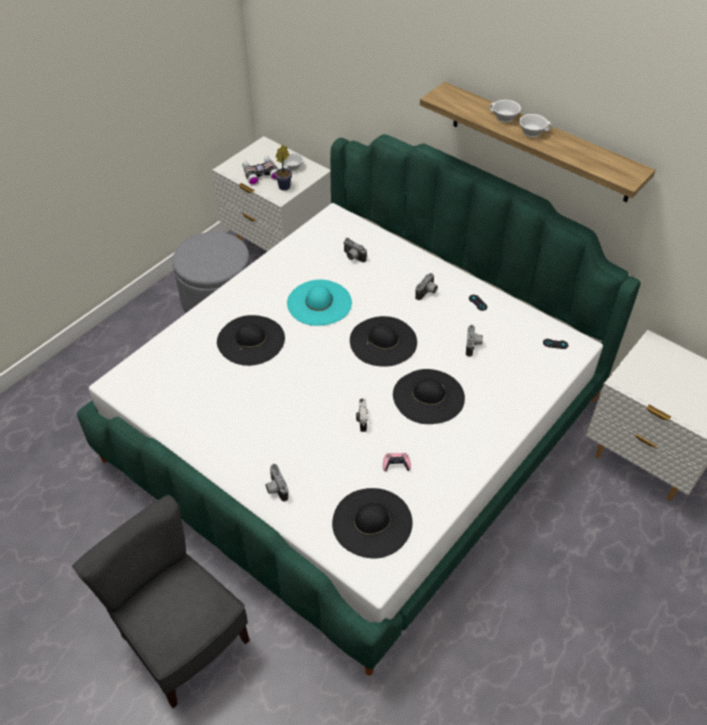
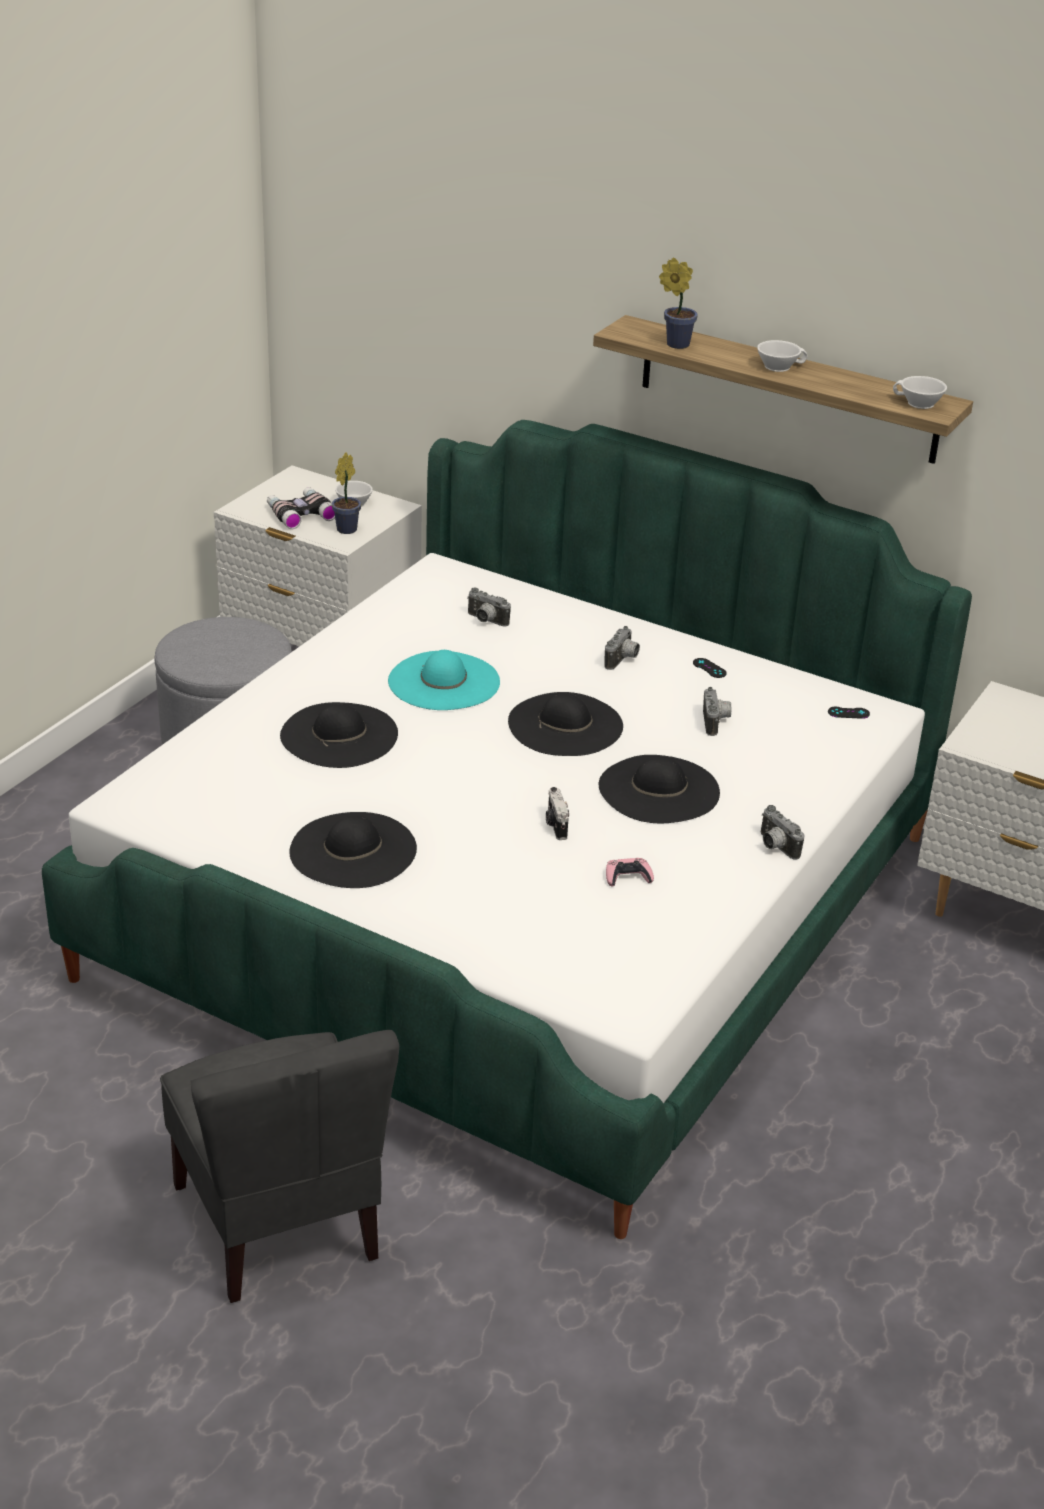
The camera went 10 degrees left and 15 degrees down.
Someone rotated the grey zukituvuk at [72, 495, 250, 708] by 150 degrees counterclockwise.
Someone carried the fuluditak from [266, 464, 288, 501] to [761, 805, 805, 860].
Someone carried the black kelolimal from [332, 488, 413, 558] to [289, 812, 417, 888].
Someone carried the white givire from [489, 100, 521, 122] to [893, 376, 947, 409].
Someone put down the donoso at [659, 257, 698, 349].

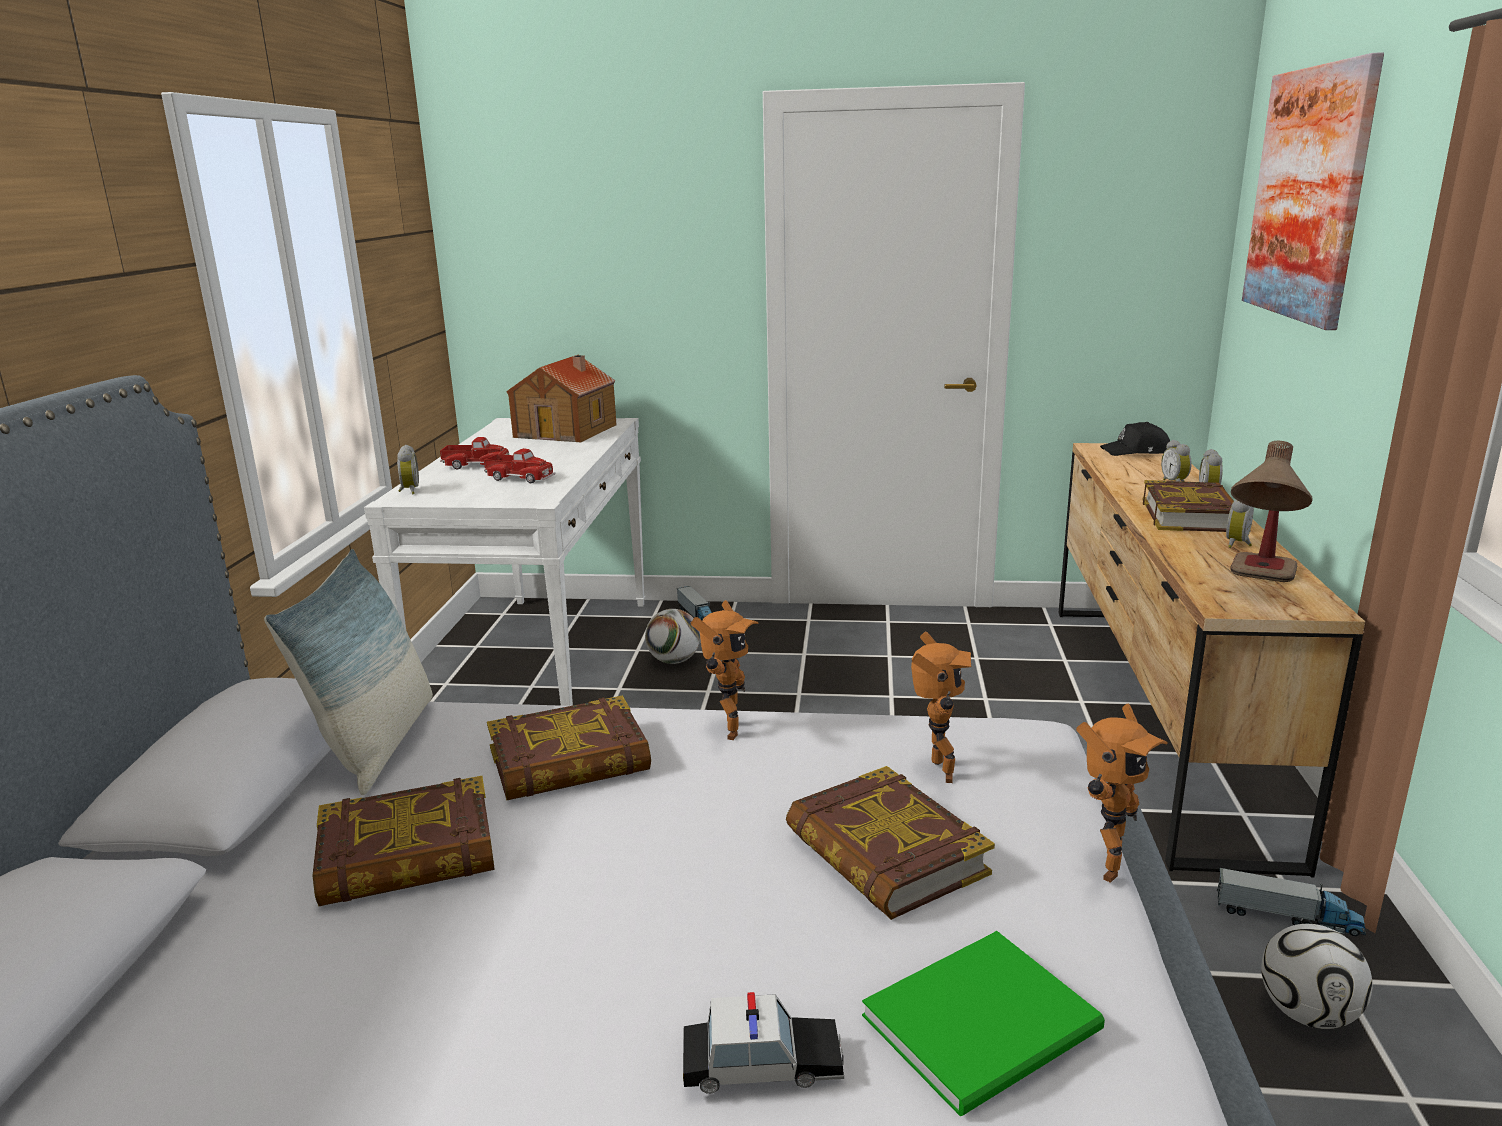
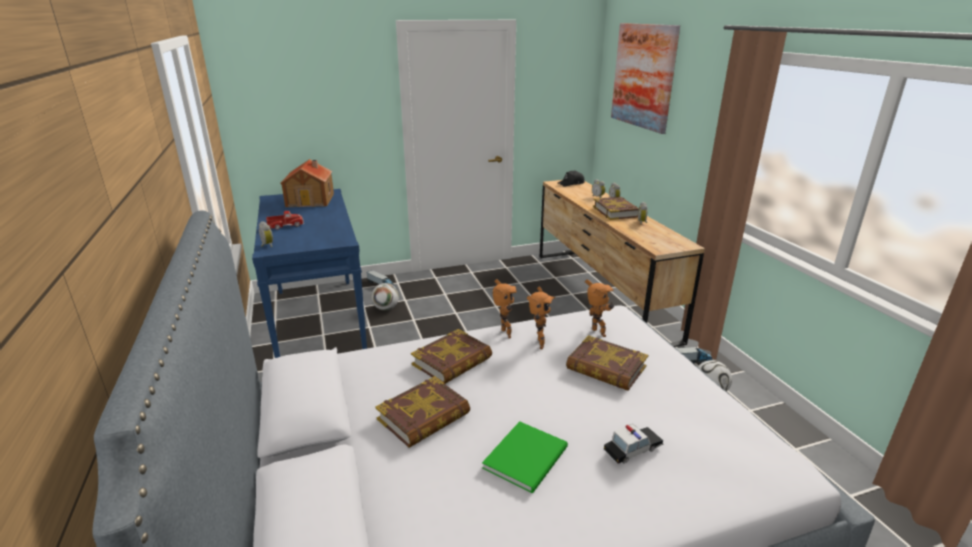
The camera went 25 degrees left and 5 degrees up.
Someone took away the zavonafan at [264, 549, 433, 795].
Someone repainted the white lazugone at [364, 418, 645, 706], which became the blue lazugone at [252, 189, 367, 358].
Someone took away the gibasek at [484, 448, 556, 483].
Someone carried the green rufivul from [862, 931, 1105, 1116] to [482, 421, 568, 493].
Someone carried the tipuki from [1076, 704, 1168, 883] to [527, 287, 555, 349].
Someone took away the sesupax at [1230, 441, 1313, 582].

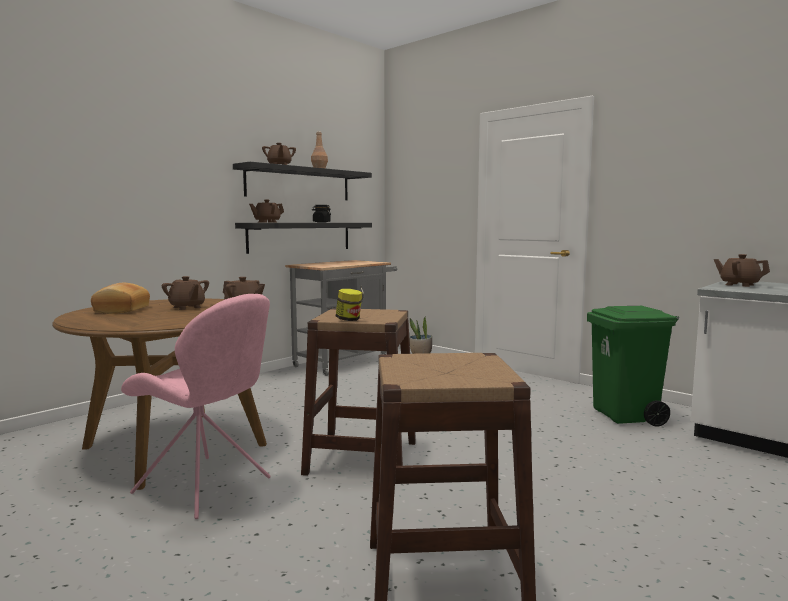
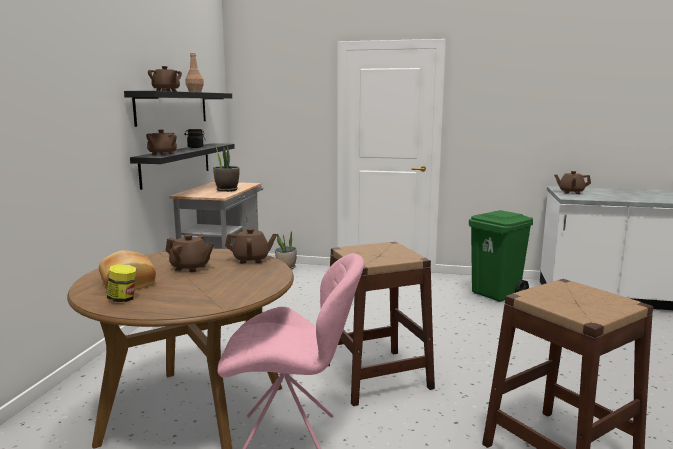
The camera went 30 degrees left and 5 degrees up.
Someone carried the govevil from [336, 289, 363, 321] to [107, 264, 136, 302].
Someone put down the donoso at [213, 142, 240, 192].

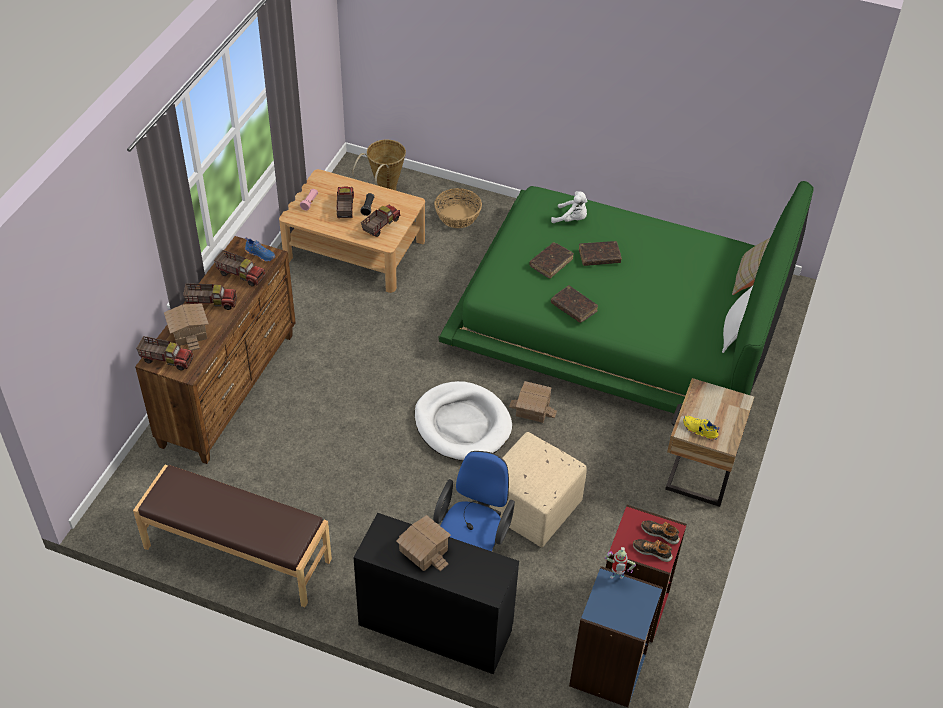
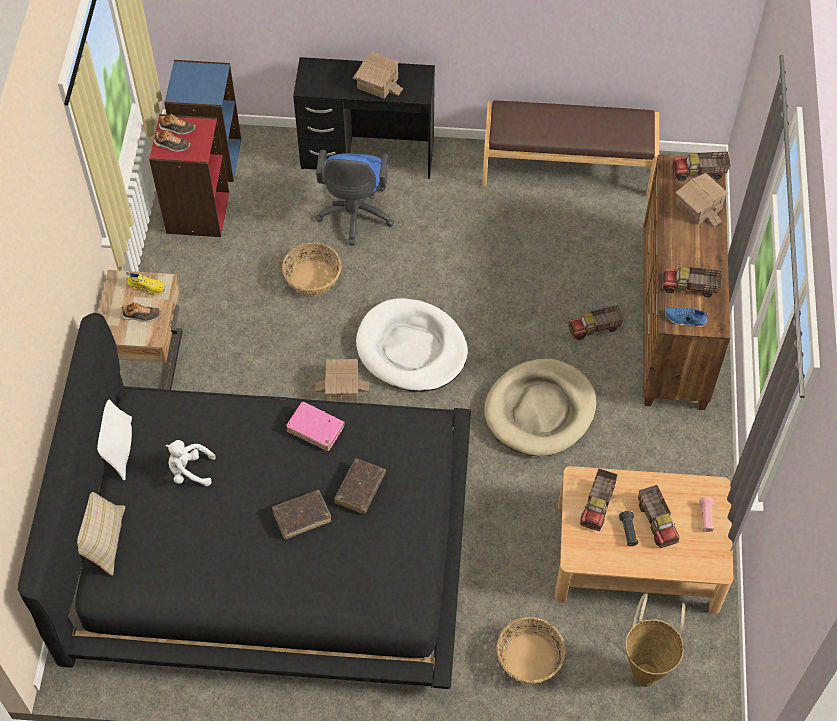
The camera went 165 degrees right and 10 degrees up.
Someone carried the gibasek from [183, 283, 237, 310] to [568, 305, 624, 340].
Someone repainted the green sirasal at [439, 181, 814, 415], which became the black sirasal at [18, 313, 471, 689].
Someone swapped the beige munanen at [490, 432, 587, 547] for the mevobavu at [282, 242, 342, 296].
Someone carried the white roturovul from [551, 191, 588, 223] to [166, 440, 216, 486].
Someone repainted the brown rufivul at [551, 285, 598, 323], which became the pink rufivul at [286, 402, 345, 451].
Someone took away the tipuki at [605, 547, 636, 579].
Someone put down the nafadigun at [121, 302, 161, 322].
Someone put down the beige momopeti at [484, 358, 596, 456].

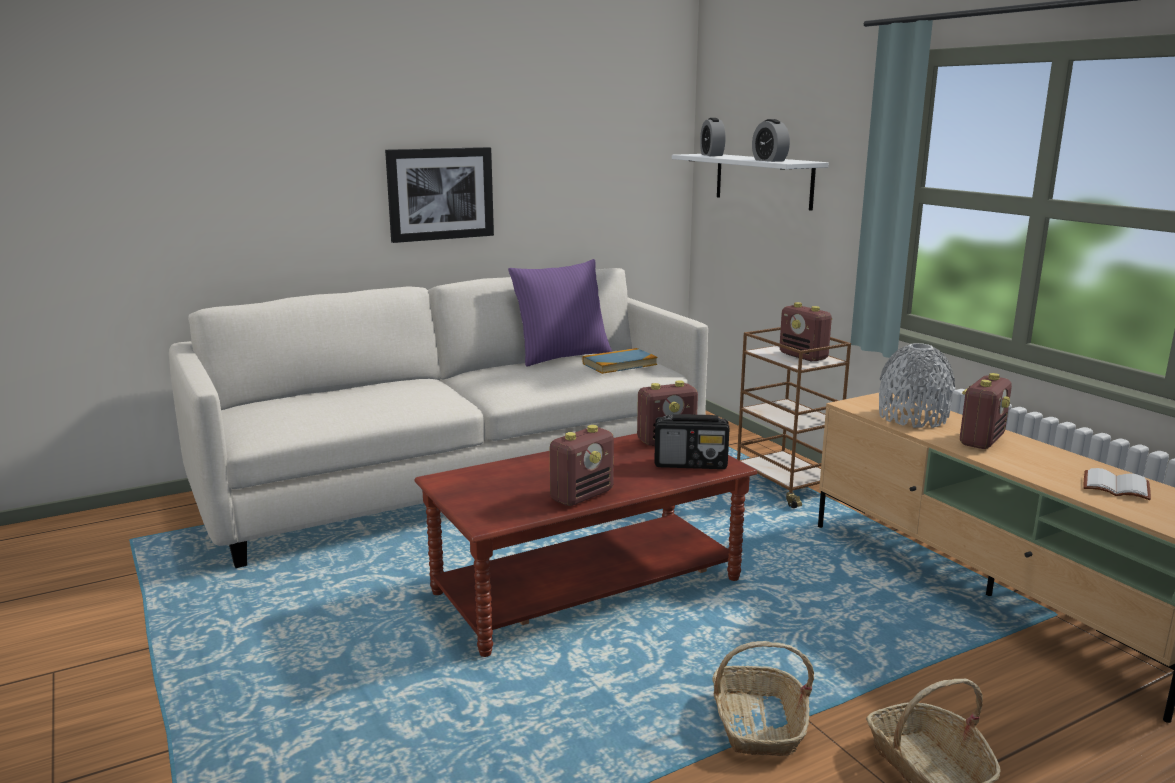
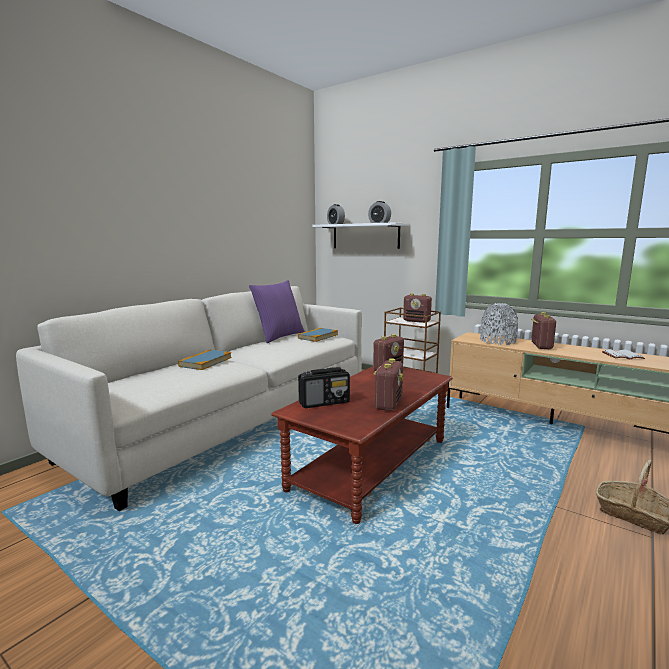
The camera went 25 degrees left and 5 degrees down.
Someone took away the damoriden at [385, 147, 494, 243].
Someone carried the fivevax from [654, 414, 729, 469] to [298, 367, 350, 408].
Someone took away the mevobavu at [712, 641, 814, 756].
Someone put down the rufivul at [178, 350, 232, 370].

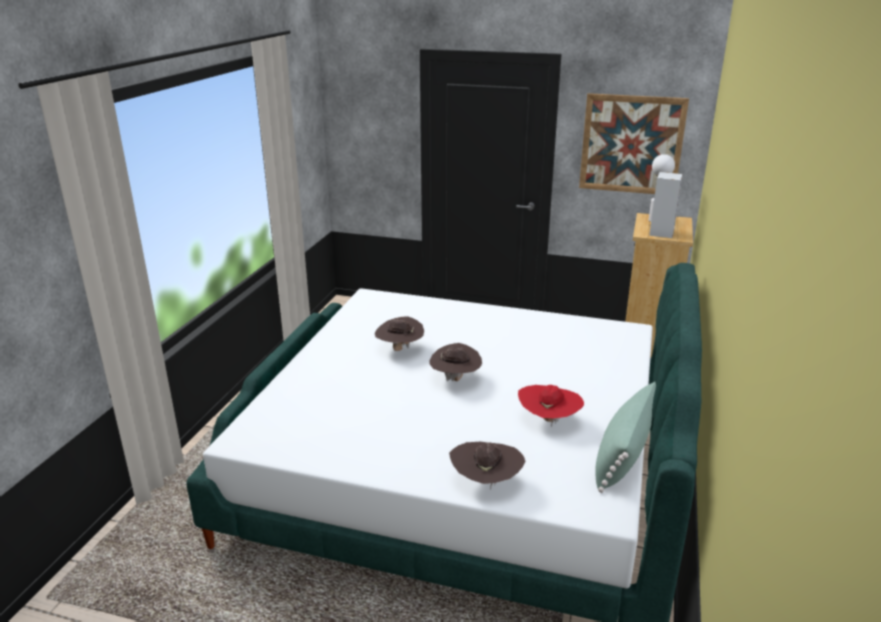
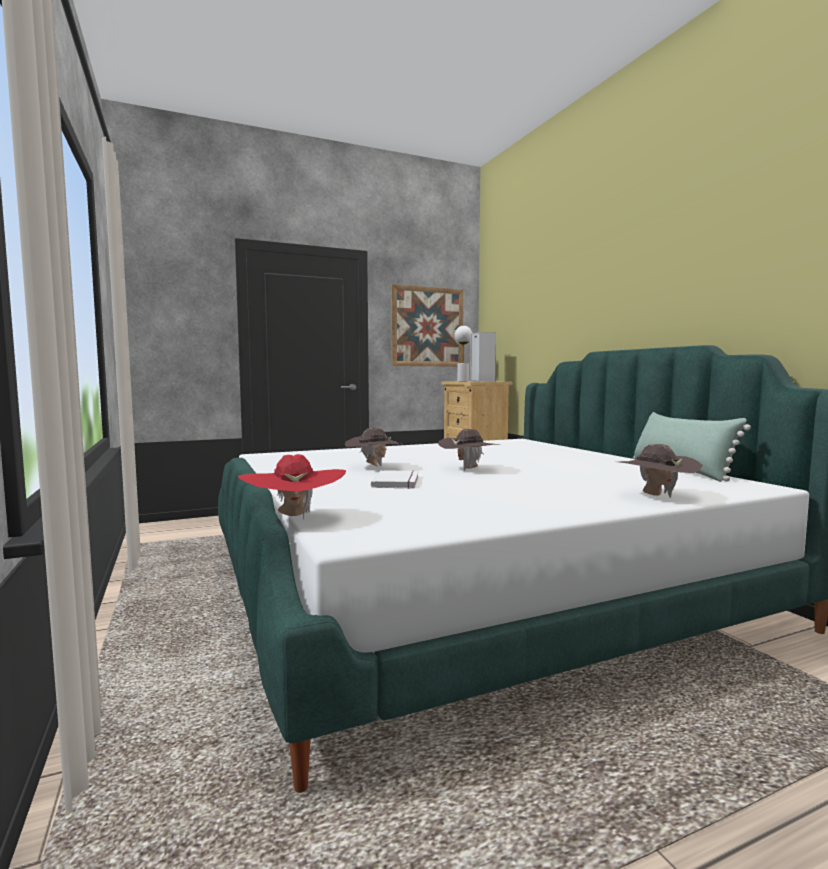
The camera went 40 degrees left and 20 degrees down.
Someone carried the red kelolimal from [518, 385, 584, 427] to [237, 454, 346, 520].
Someone put down the white rufivul at [371, 470, 419, 489].

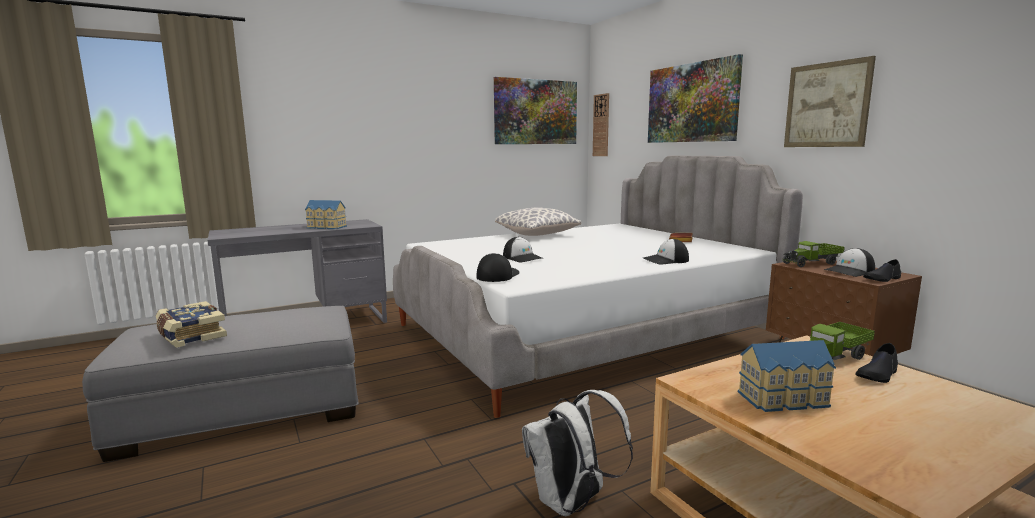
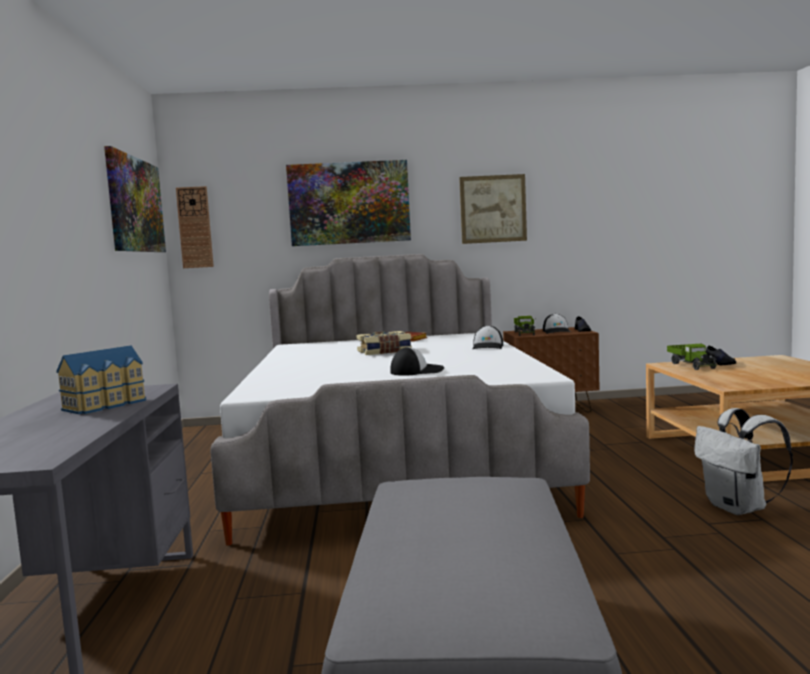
The camera went 65 degrees left and 5 degrees down.
Someone carried the rufivul from [156, 301, 227, 348] to [357, 331, 412, 355].
Someone took away the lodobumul at [477, 253, 519, 282].
Someone took away the zavonafan at [495, 207, 581, 236].
Someone took away the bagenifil at [738, 340, 836, 412].

